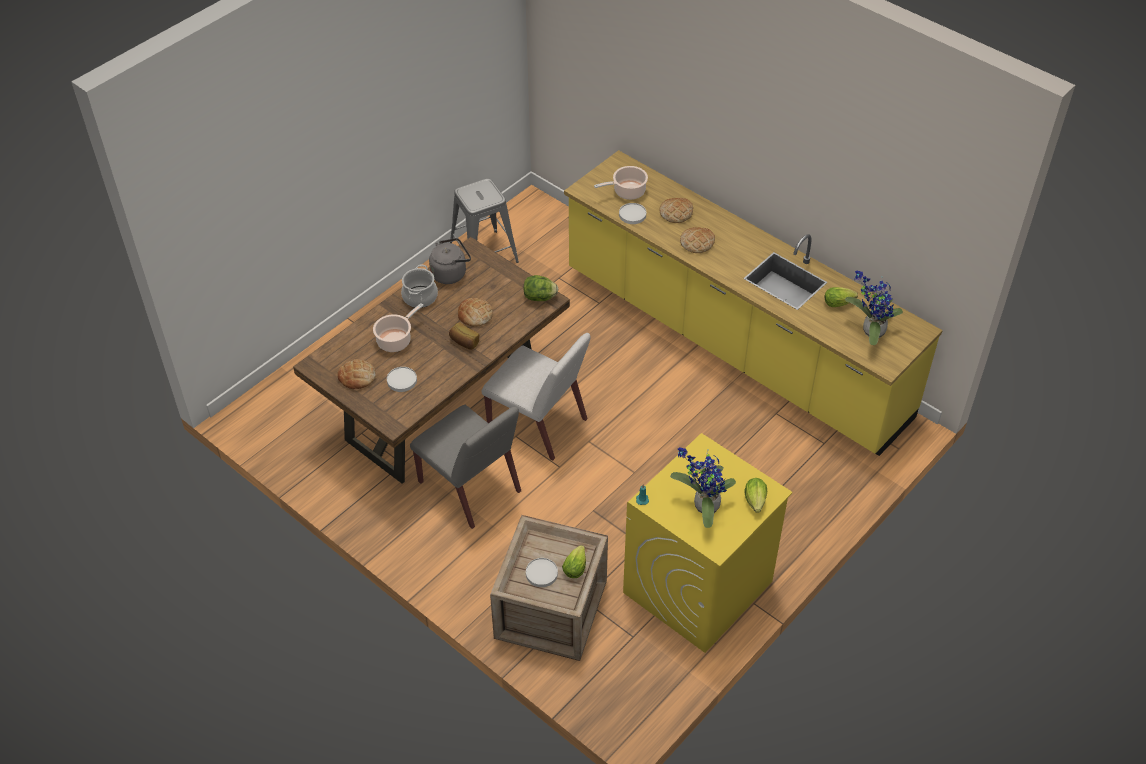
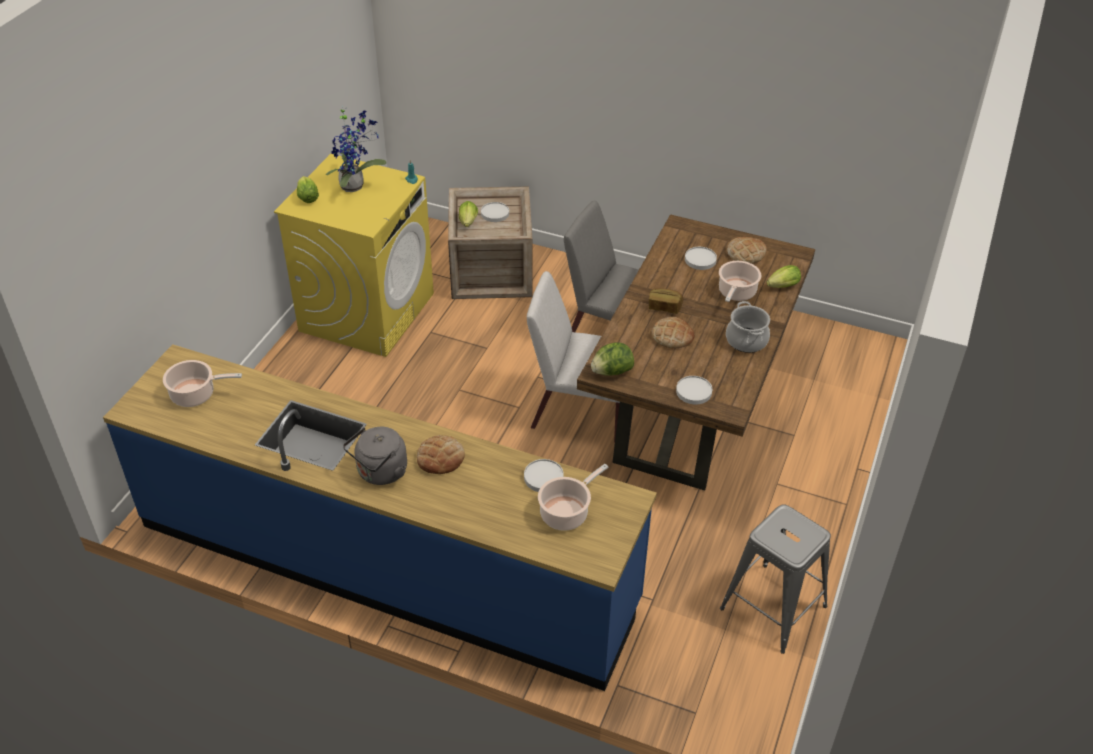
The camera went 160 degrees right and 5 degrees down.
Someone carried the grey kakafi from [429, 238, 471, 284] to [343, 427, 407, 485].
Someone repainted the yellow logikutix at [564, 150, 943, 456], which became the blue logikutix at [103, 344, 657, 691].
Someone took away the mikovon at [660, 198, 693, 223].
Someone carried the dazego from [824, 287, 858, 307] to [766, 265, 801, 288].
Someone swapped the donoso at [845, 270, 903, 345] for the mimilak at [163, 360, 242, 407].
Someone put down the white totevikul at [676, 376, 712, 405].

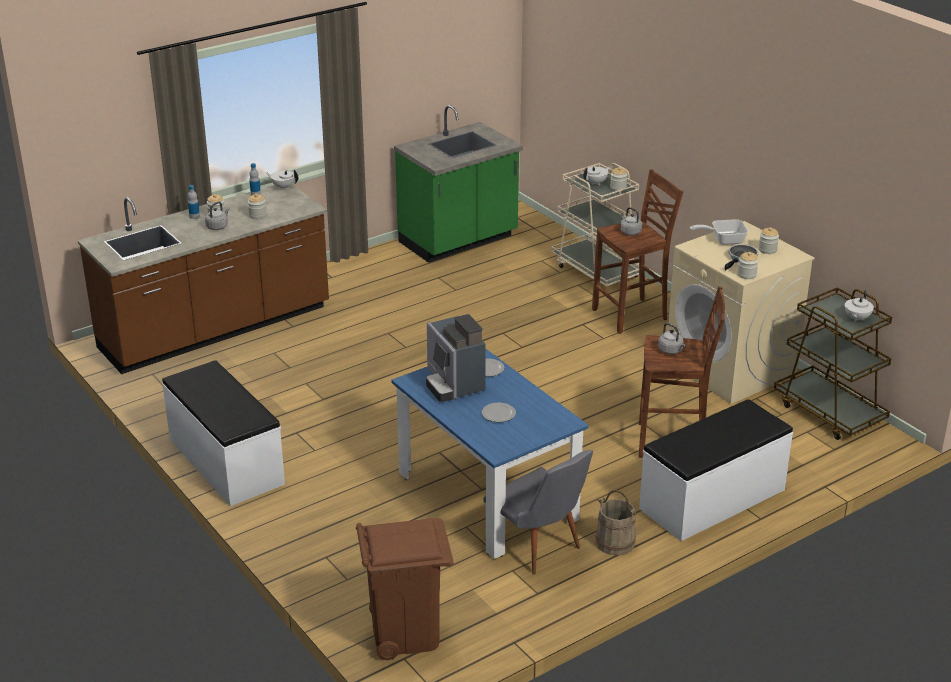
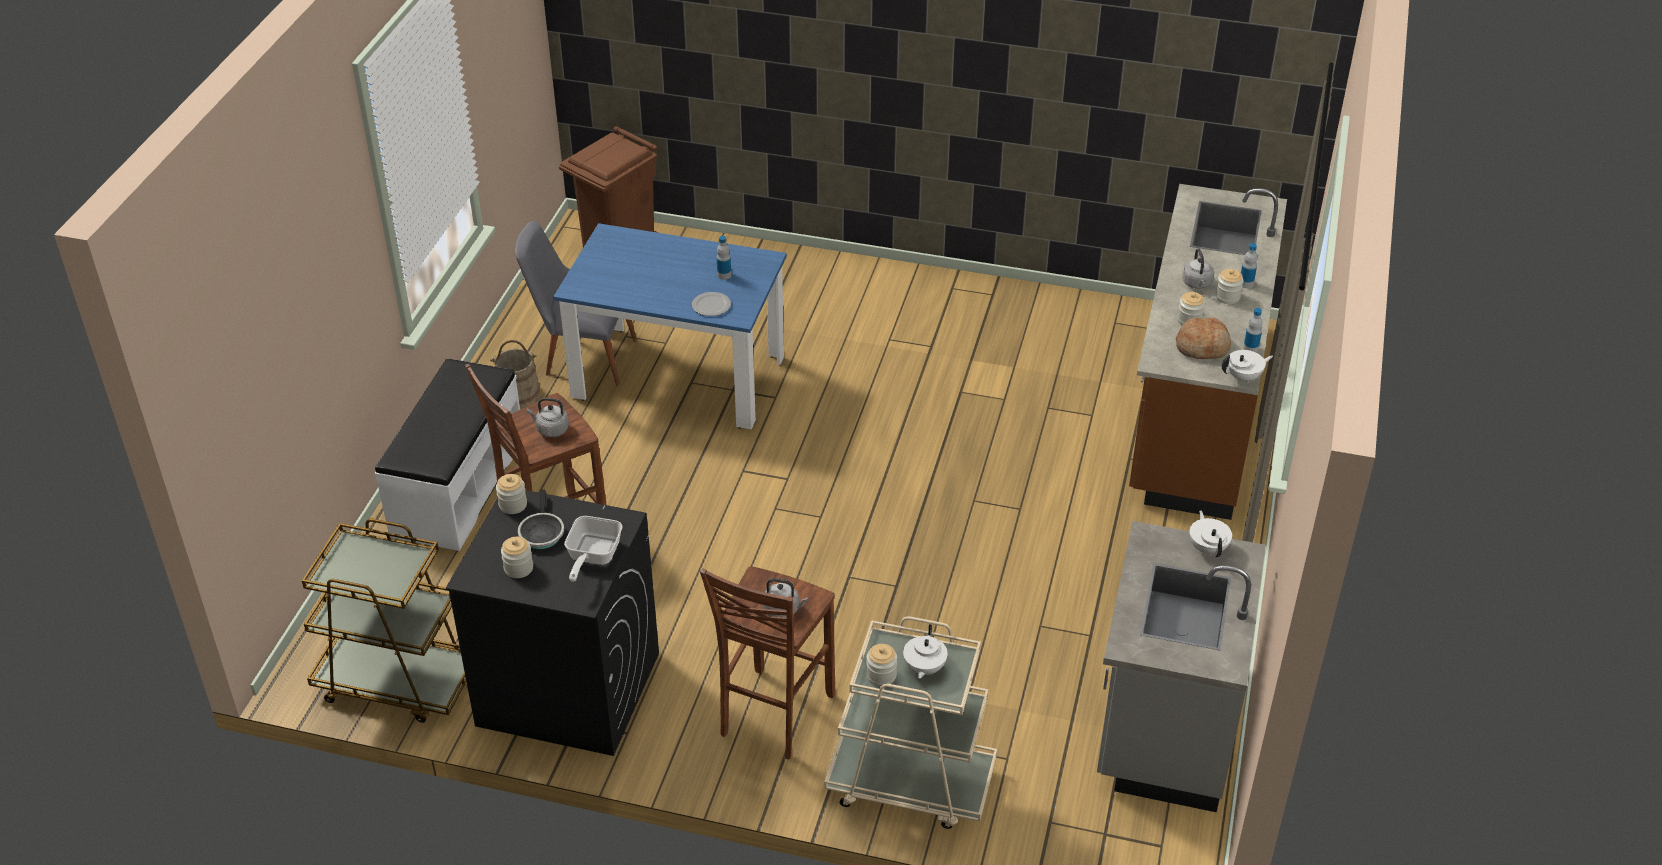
The camera went 140 degrees right and 10 degrees up.
Someone took away the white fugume at [162, 360, 285, 506].
Someone repainted the green logikutix at [394, 105, 523, 263], which became the grey logikutix at [1097, 521, 1266, 812].
Someone swapped the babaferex at [426, 314, 486, 402] for the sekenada at [717, 236, 731, 280].
Someone took away the totevikul at [482, 403, 516, 422].
Someone repainted the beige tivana at [668, 221, 815, 404], which became the black tivana at [446, 490, 659, 756].
Someone rotated the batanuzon at [690, 219, 748, 245] by 150 degrees clockwise.
Someone carried the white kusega from [845, 290, 874, 322] to [1189, 510, 1232, 557].
Someone put down the mikovon at [1176, 317, 1231, 359].

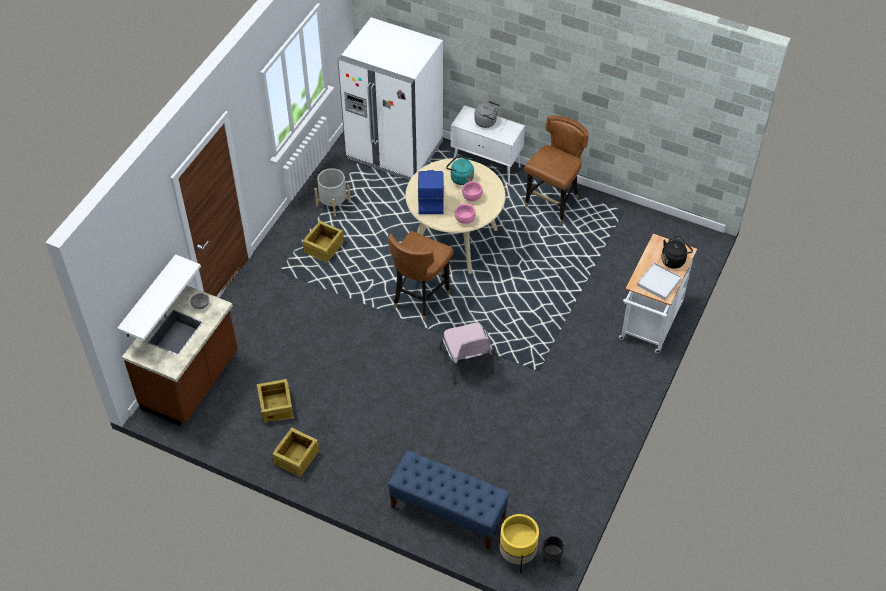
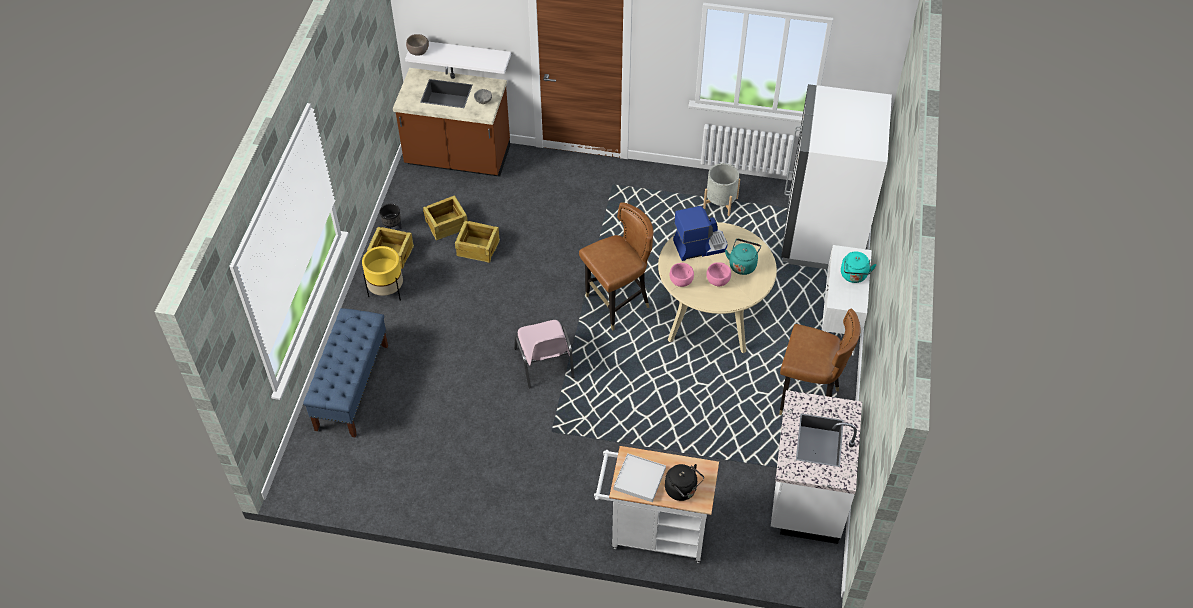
The camera went 75 degrees right and 0 degrees up.
Someone carried the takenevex from [303, 221, 344, 263] to [455, 221, 500, 263].
Someone rotated the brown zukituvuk at [388, 231, 454, 321] by 135 degrees clockwise.
Someone rotated the pink zukituvuk at [439, 323, 494, 384] by 75 degrees counterclockwise.
Someone repainted the grey kakafi at [474, 101, 500, 128], which became the turquoise kakafi at [841, 251, 876, 283].
Someone carried the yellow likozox from [499, 514, 539, 573] to [362, 246, 403, 301].
Someone carried the black likozox from [543, 536, 565, 565] to [380, 204, 402, 229].
Someone put down the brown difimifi at [406, 34, 429, 56].
Someone put down the white logikutix at [771, 390, 862, 544].

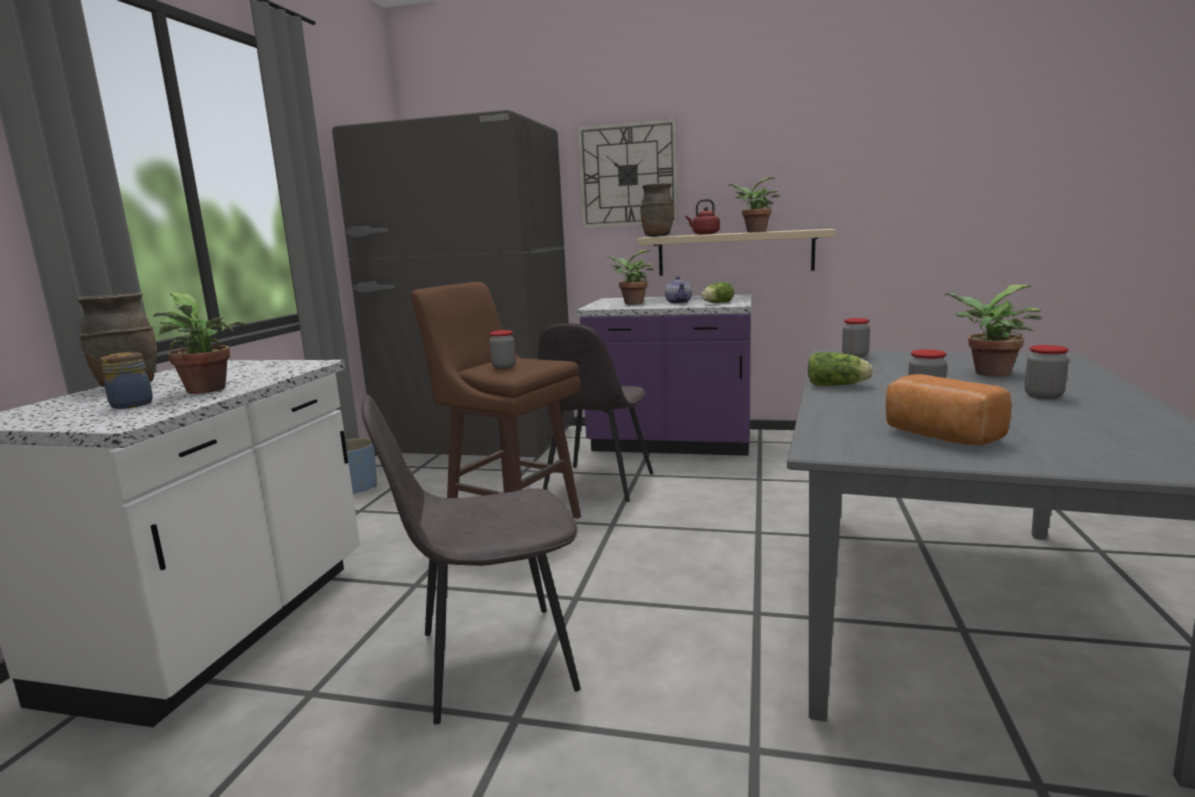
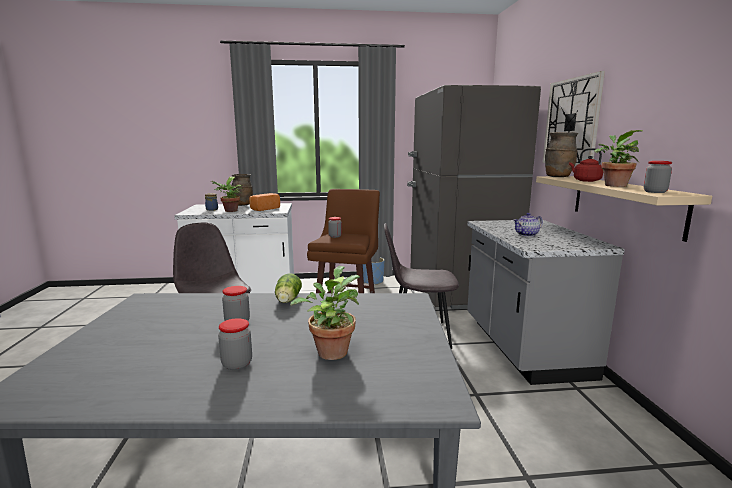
The camera went 70 degrees right and 0 degrees up.
Someone repainted the purple logikutix at [576, 294, 753, 456], which became the grey logikutix at [467, 220, 625, 385].
Someone took away the donoso at [607, 250, 654, 305].
Someone took away the dazego at [701, 282, 734, 303].
Someone carried the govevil from [842, 318, 870, 357] to [644, 161, 672, 193].
Someone carried the mikovon from [886, 374, 1012, 445] to [249, 193, 280, 211].

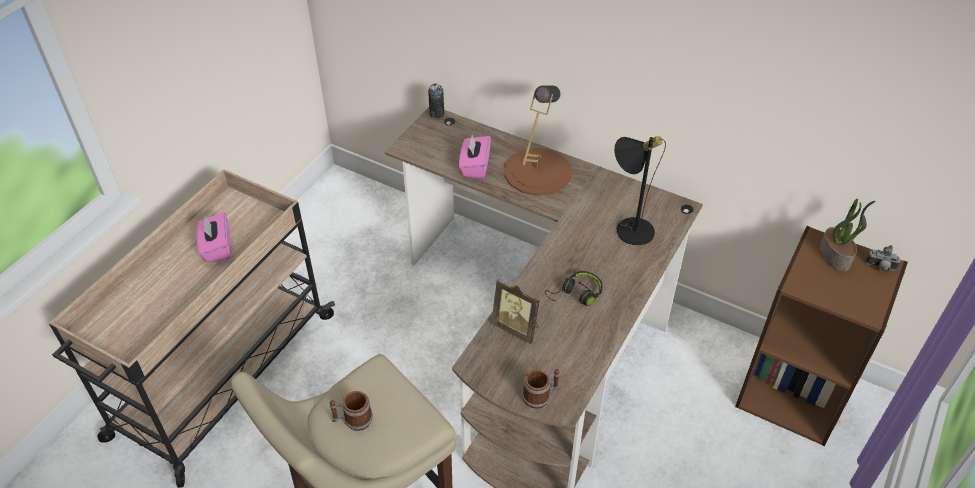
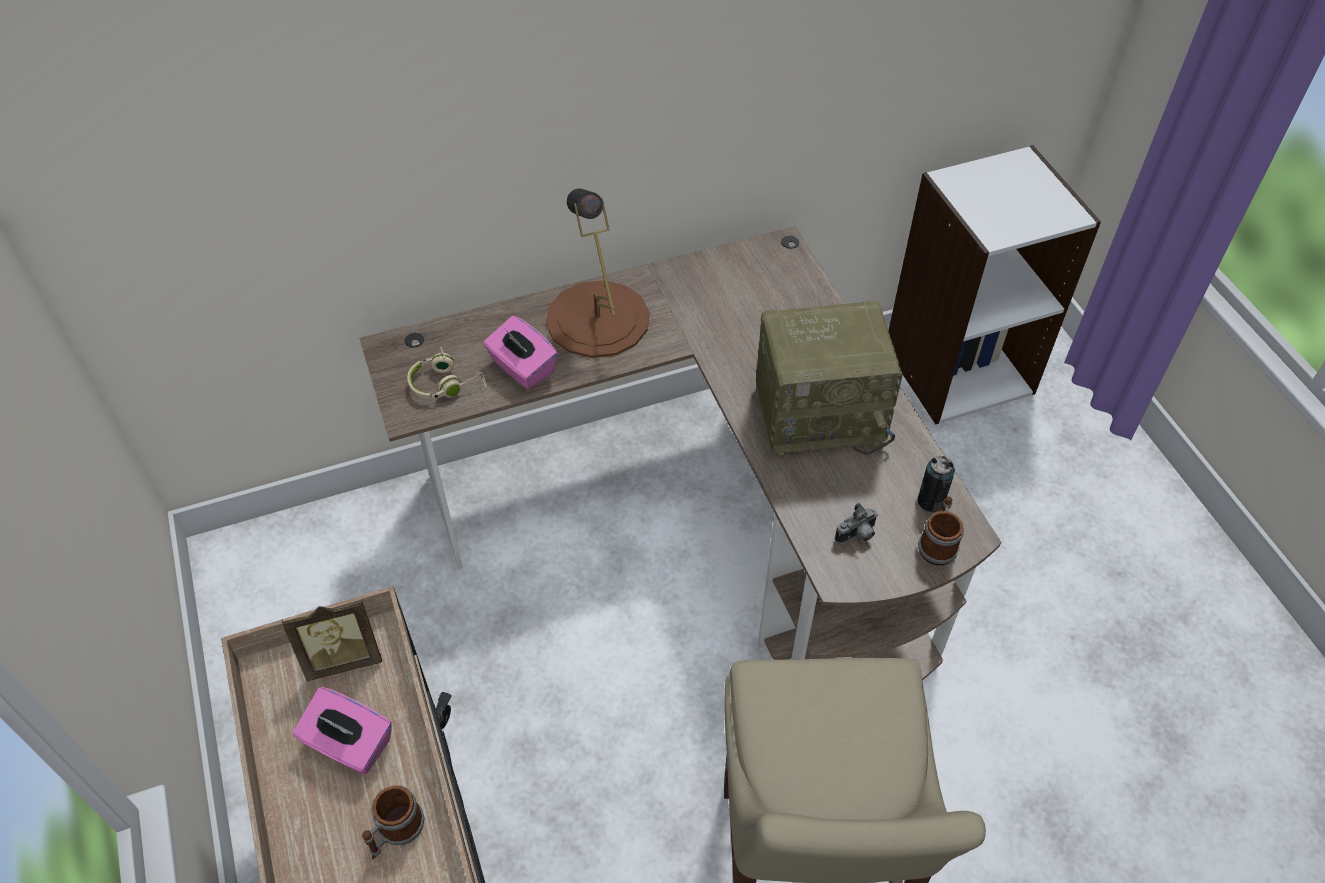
The camera went 50 degrees left and 5 degrees up.
Someone carried the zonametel from [329, 391, 373, 431] to [362, 786, 425, 859].
Someone carried the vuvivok from [428, 83, 444, 119] to [917, 456, 955, 512].
Someone carried the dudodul from [491, 279, 539, 344] to [282, 600, 382, 681].
Someone swapped the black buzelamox at [545, 271, 603, 306] for the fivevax at [756, 301, 903, 458].
Someone took away the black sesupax at [614, 136, 666, 246].
Someone repainted the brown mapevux at [735, 226, 908, 446], which became the white mapevux at [888, 145, 1101, 424].
Someone took away the donoso at [820, 199, 875, 271].
Someone carried the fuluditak from [865, 245, 901, 272] to [835, 503, 878, 543].
Someone put down the beige buzelamox at [407, 347, 487, 400].

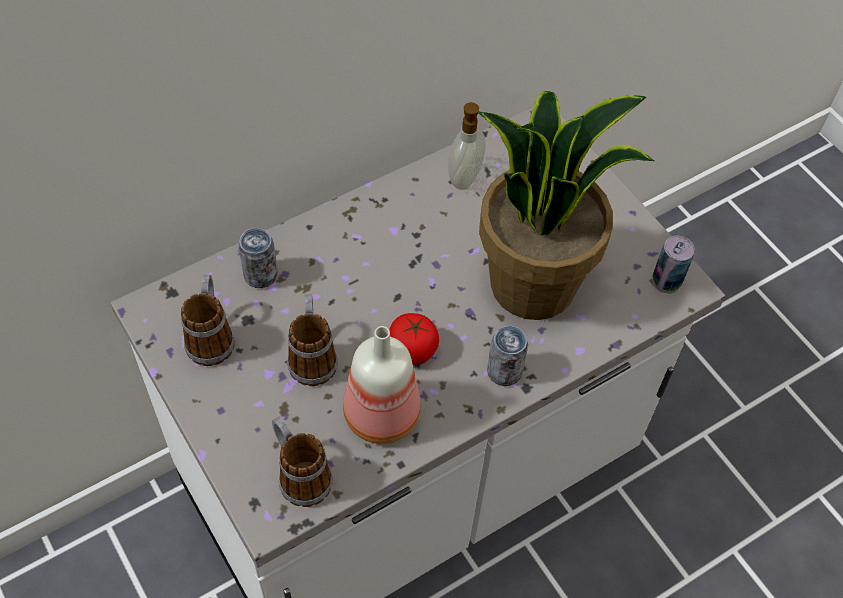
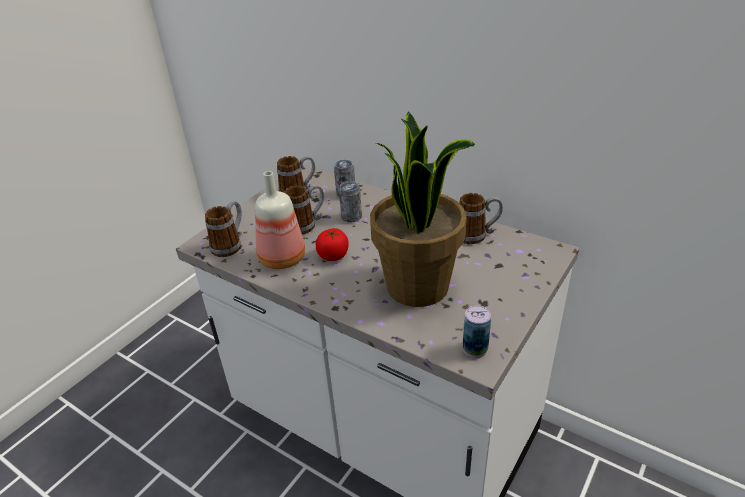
The camera went 70 degrees right and 20 degrees down.
Someone swapped the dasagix at [448, 102, 486, 190] for the zonametel at [459, 193, 503, 244].
Someone carried the vuvivok from [487, 326, 528, 386] to [339, 181, 362, 222].

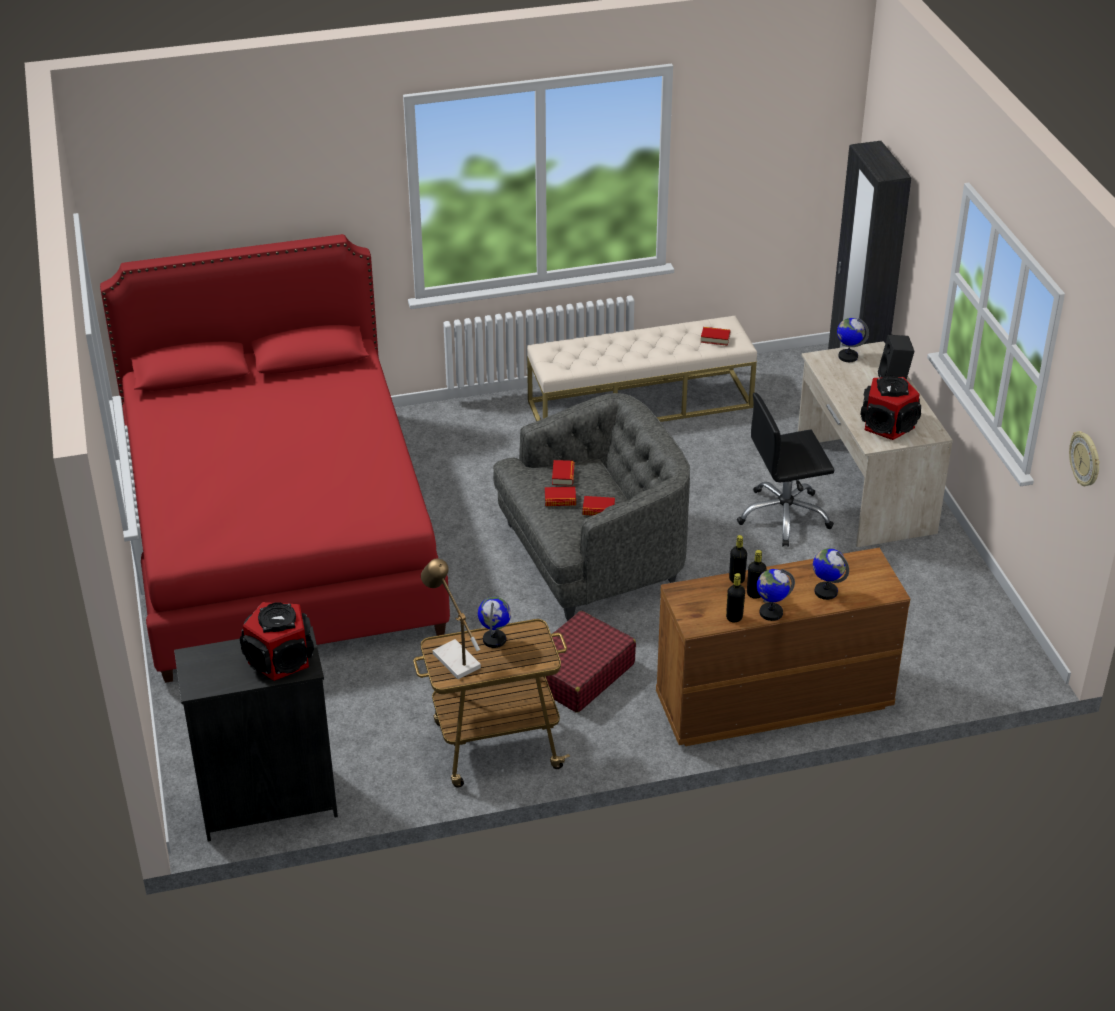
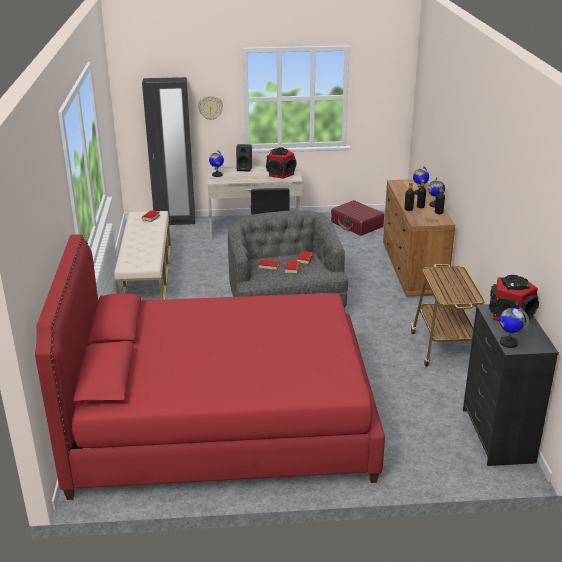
The camera went 80 degrees left and 10 degrees down.
Someone took away the sesupax at [421, 558, 481, 679].
Someone carried the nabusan from [478, 597, 511, 648] to [499, 308, 529, 348].
Someone carried the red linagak from [546, 611, 636, 713] to [331, 200, 384, 236].
Someone carried the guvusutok from [1069, 431, 1100, 486] to [198, 95, 223, 120].

